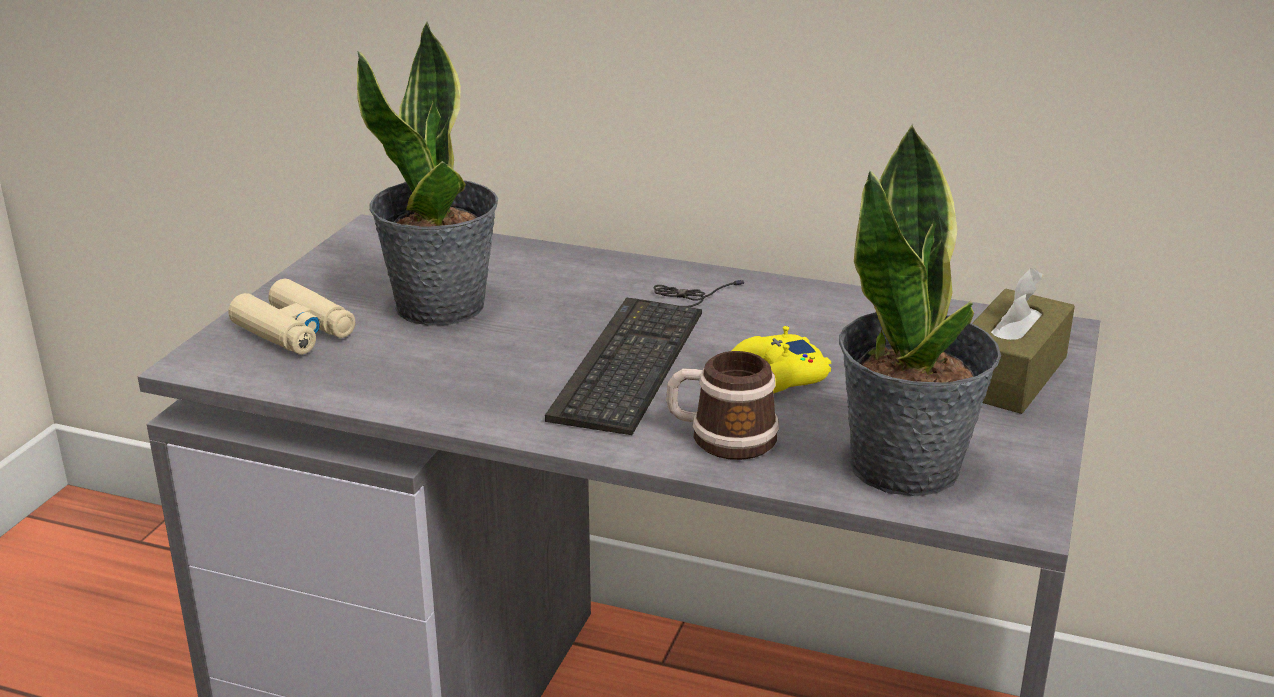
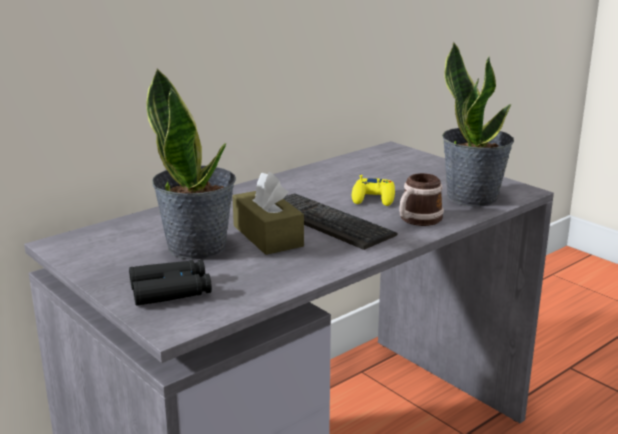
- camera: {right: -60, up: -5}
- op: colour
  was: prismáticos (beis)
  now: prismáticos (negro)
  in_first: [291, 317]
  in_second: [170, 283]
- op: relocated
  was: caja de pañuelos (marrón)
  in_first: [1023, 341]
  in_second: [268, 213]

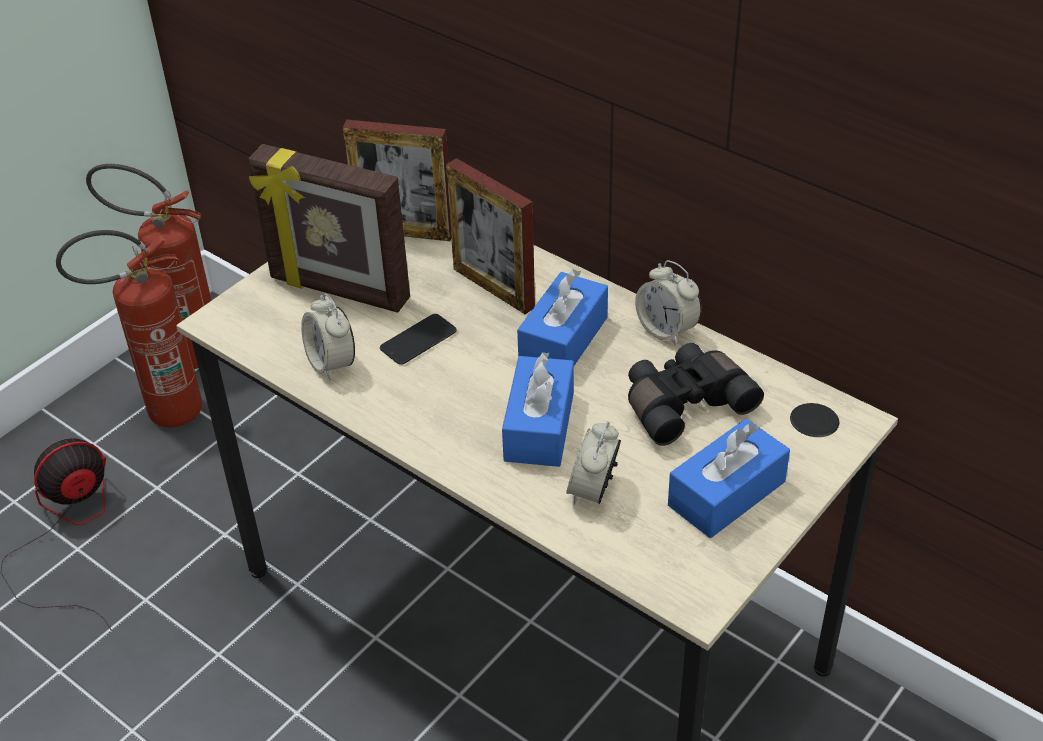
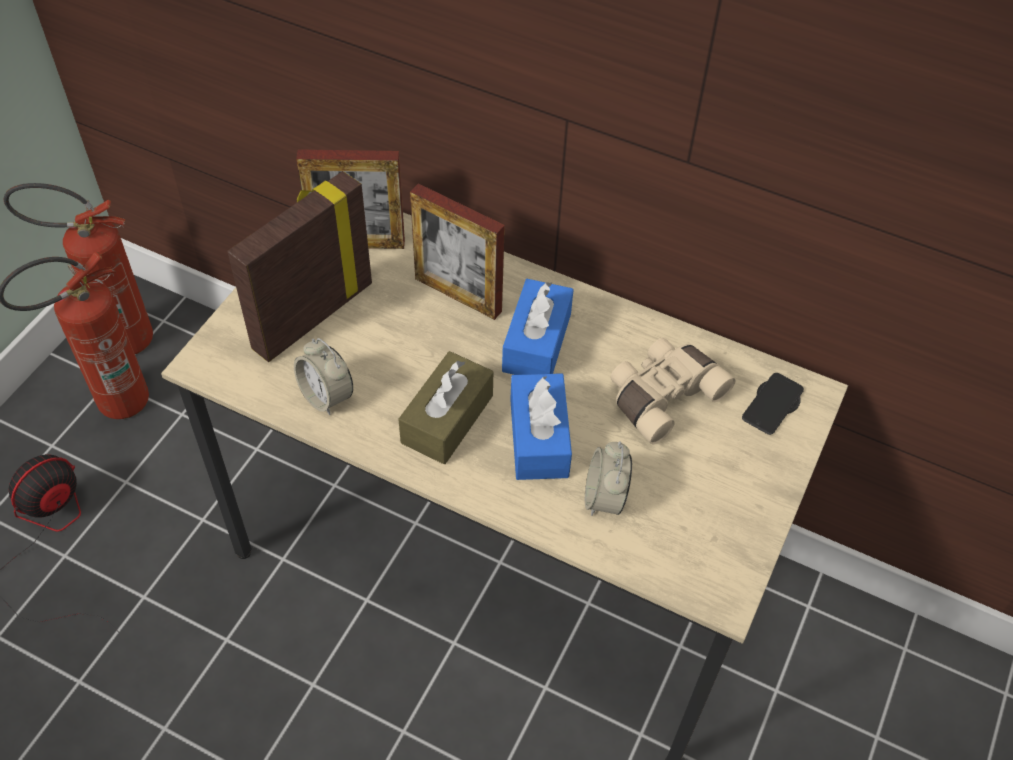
- camera: {right: -15, up: 10}
- op: spun
  was: portarretratos
  in_first: [329, 228]
  in_second: [299, 266]
  clockwise: 120
- op: relocated
  was: móvil
  in_first: [418, 339]
  in_second: [773, 404]
- op: colour
  was: prismáticos (negro)
  now: prismáticos (beis)
  in_first: [696, 394]
  in_second: [673, 391]
- op: missing
  was: despertador
  in_first: [668, 302]
- op: missing
  was: caja de pañuelos (azul)
  in_first: [729, 478]
- op: appeared
  now: caja de pañuelos (marrón)
  in_second: [445, 407]

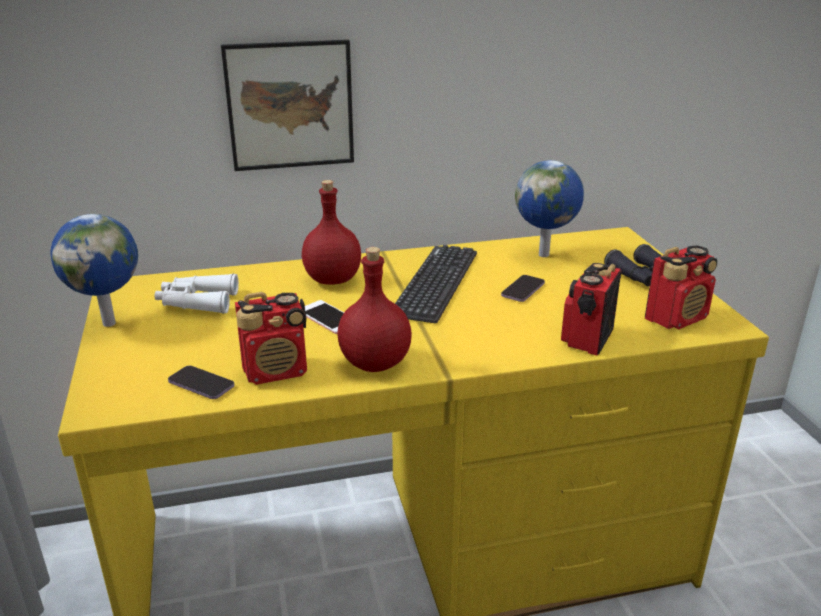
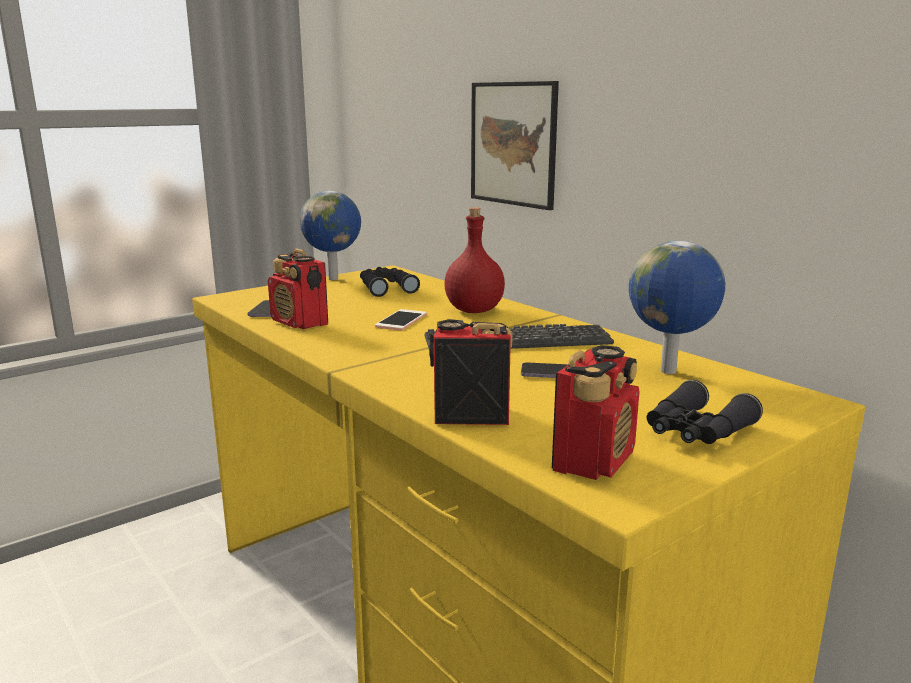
- camera: {right: 65, up: -10}
- op: colour
  was: prismáticos (blanco)
  now: prismáticos (negro)
  in_first: [197, 293]
  in_second: [390, 282]
- op: missing
  was: botella (rojo)
  in_first: [374, 309]
- op: spun
  was: radio
  in_first: [681, 287]
  in_second: [596, 412]
  clockwise: -90

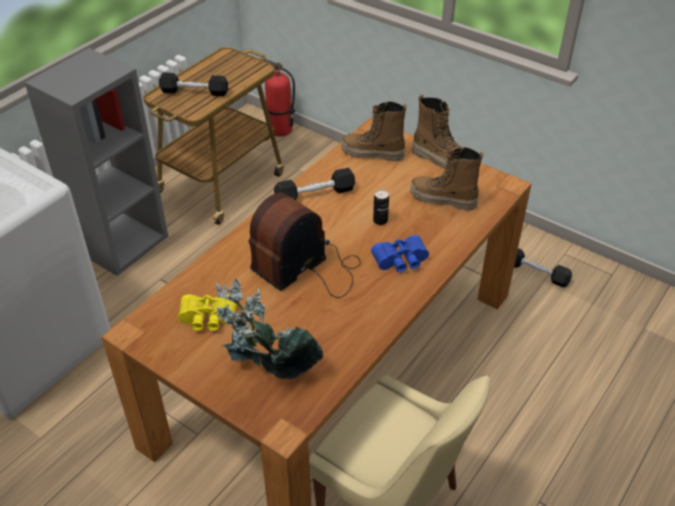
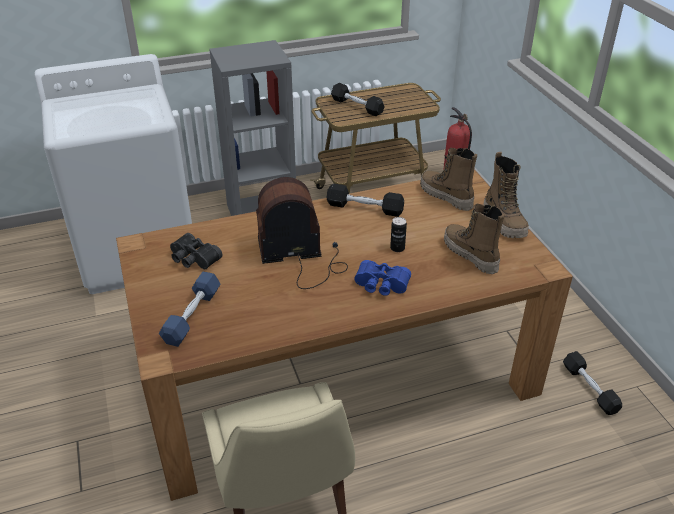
- camera: {right: 35, up: -5}
- op: colour
  was: prismáticos (amarillo)
  now: prismáticos (negro)
  in_first: [207, 312]
  in_second: [196, 251]
- op: exchanged
  was: planta en maceta
  now: mancuerna (azul)
  in_first: [269, 329]
  in_second: [189, 309]

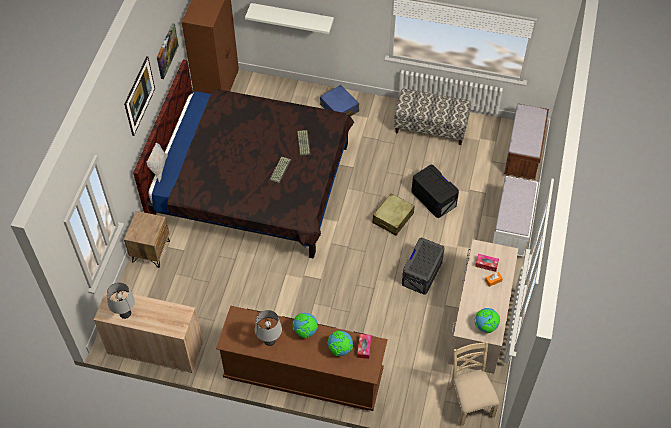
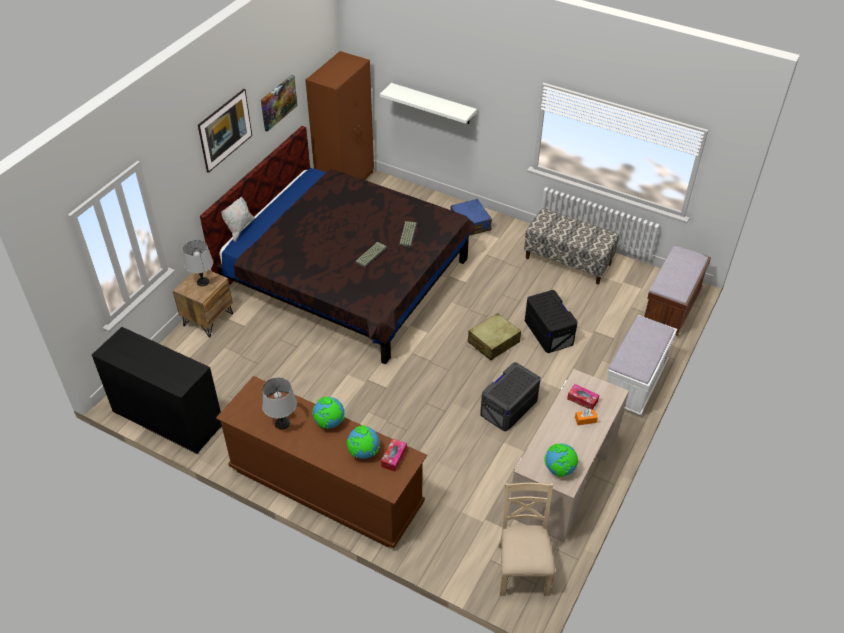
- camera: {right: 15, up: -10}
- op: colour
  was: armario (beis)
  now: armario (negro)
  in_first: [148, 331]
  in_second: [157, 390]
- op: relocated
  was: lámpara de mesa (gris)
  in_first: [121, 300]
  in_second: [198, 263]

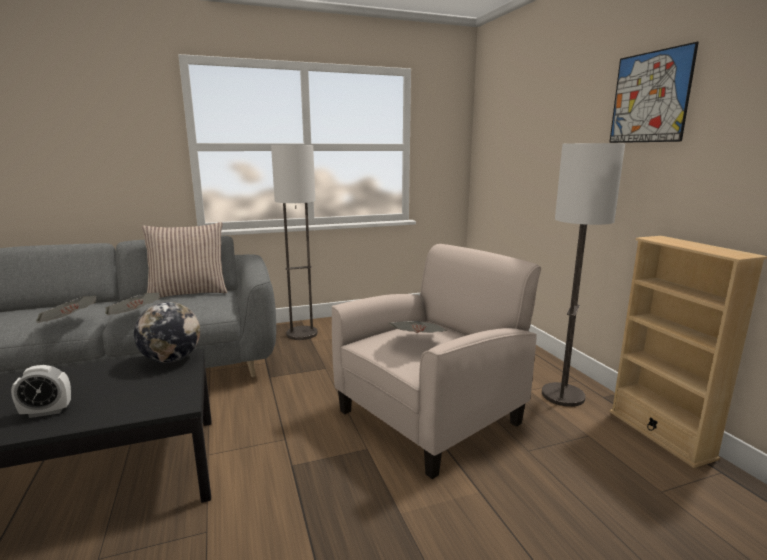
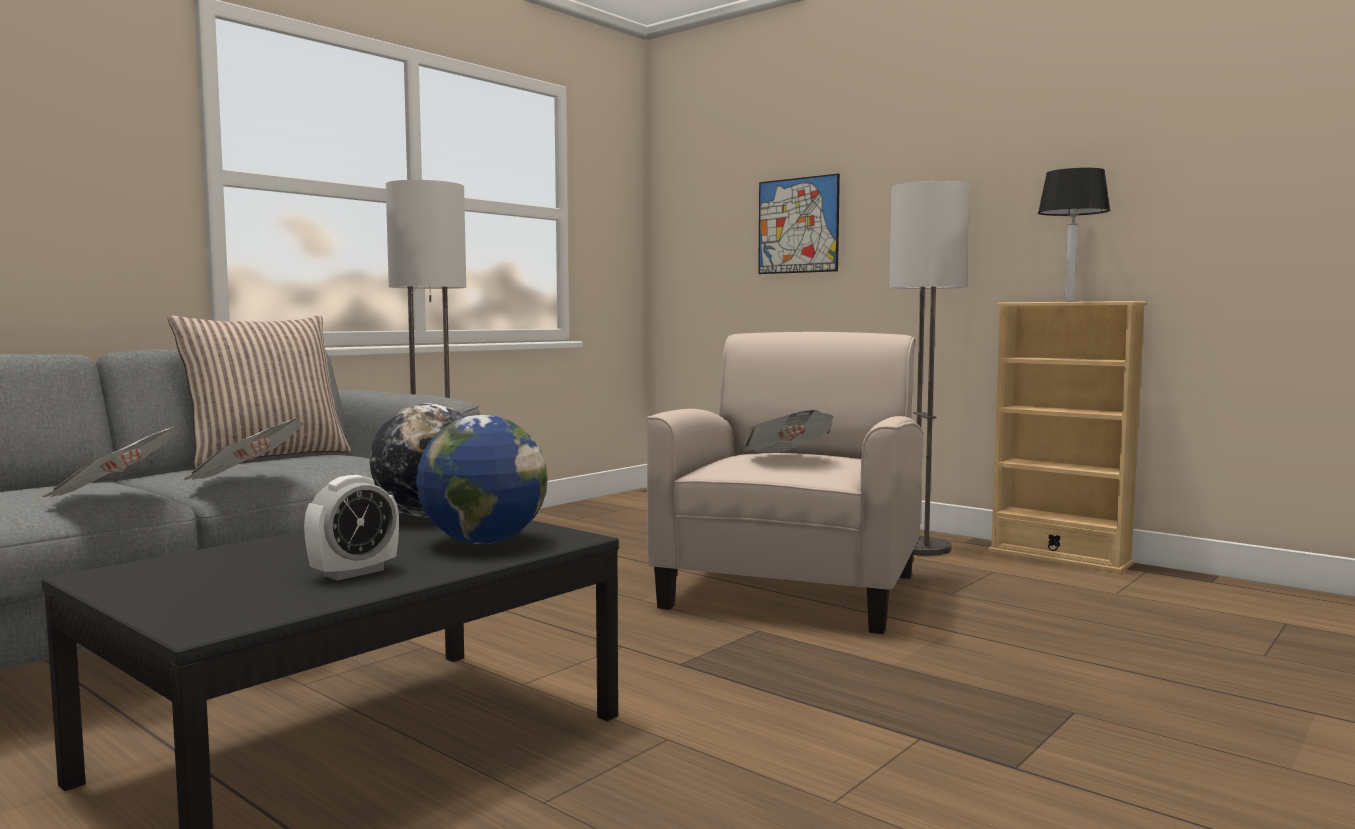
- camera: {right: -30, up: -10}
- op: relocated
  was: cuadro
  in_first: [654, 92]
  in_second: [799, 223]
- op: appeared
  now: globo terráqueo
  in_second: [482, 479]
- op: appeared
  now: lámpara de mesa
  in_second: [1074, 235]

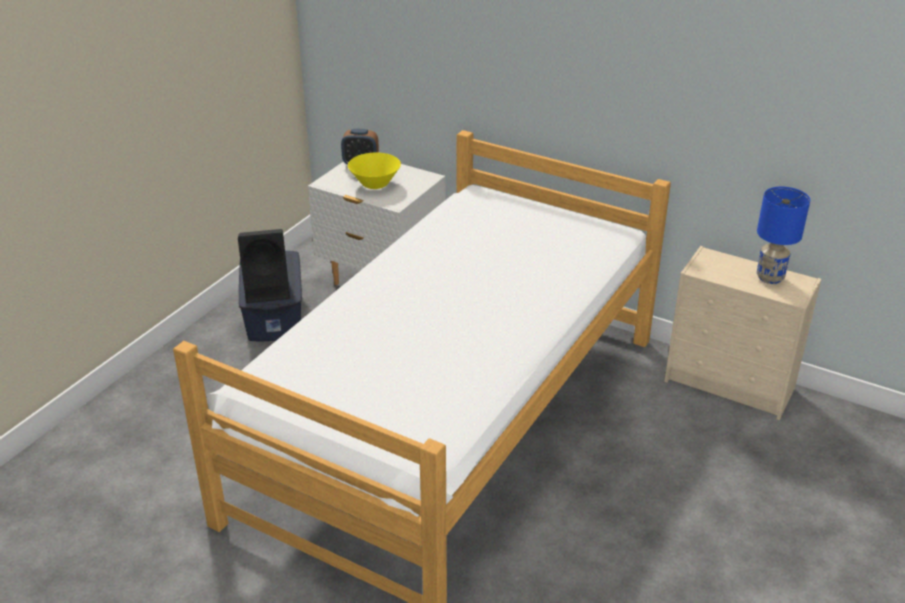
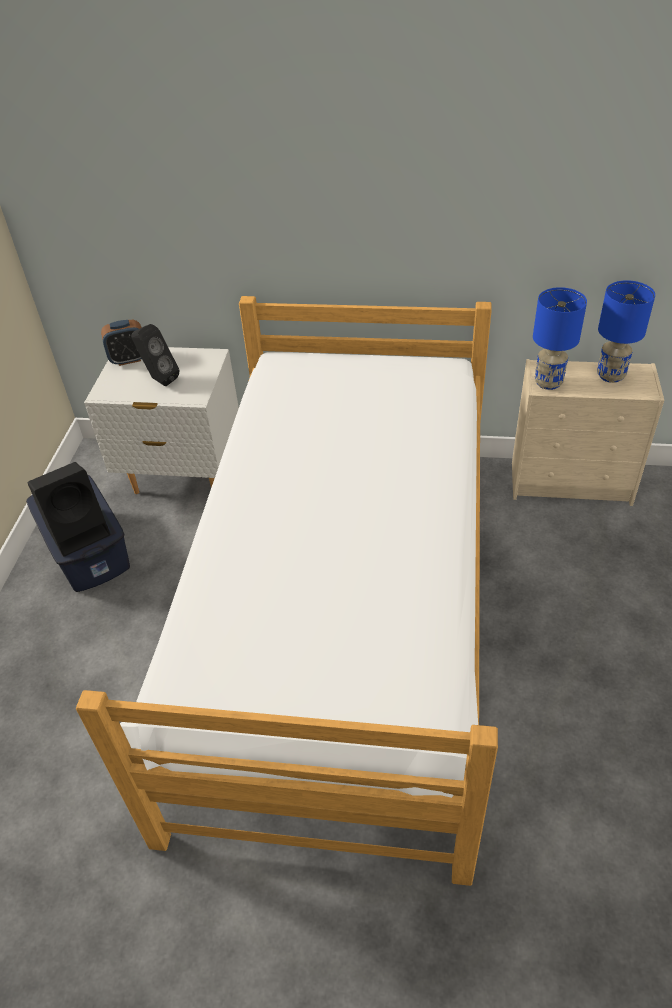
- camera: {right: -20, up: 10}
- op: exchanged
  was: cuenco (amarillo)
  now: altavoz (negro)
  in_first: [374, 171]
  in_second: [155, 355]
- op: appeared
  now: lámpara de mesa (azul)
  in_second: [560, 338]

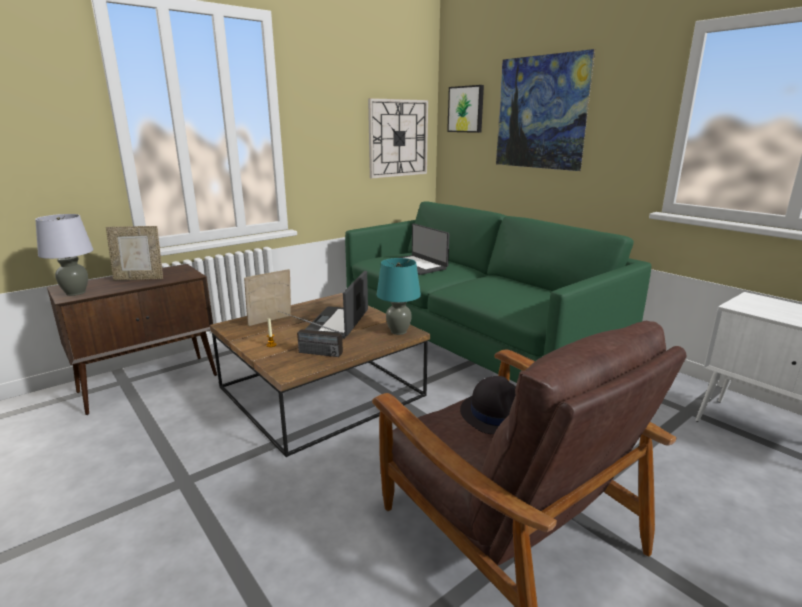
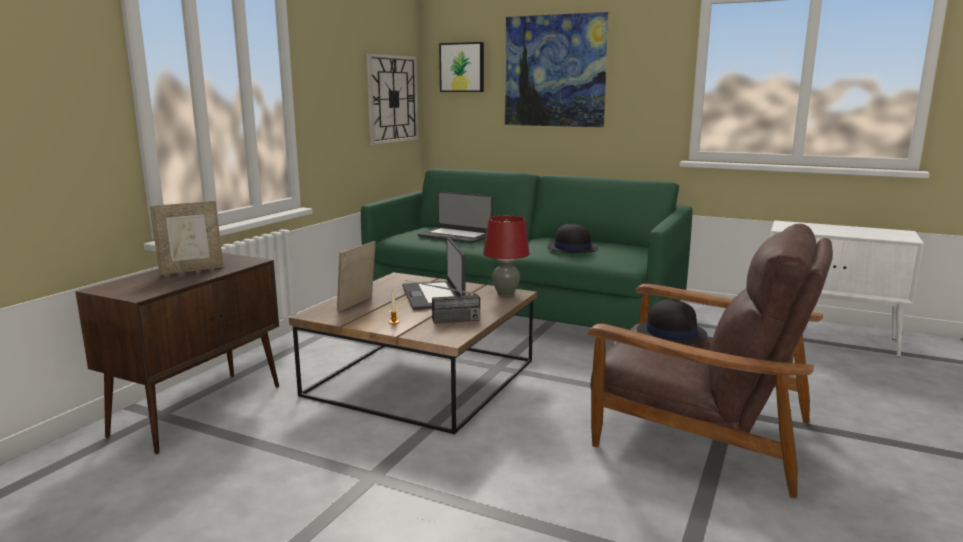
- camera: {right: -25, up: -5}
- op: missing
  was: lámpara de mesa (gris)
  in_first: [64, 255]
- op: colour
  was: lámpara de mesa (turquesa)
  now: lámpara de mesa (rojo)
  in_first: [399, 296]
  in_second: [506, 256]
- op: appeared
  now: sombrero (negro)
  in_second: [572, 238]

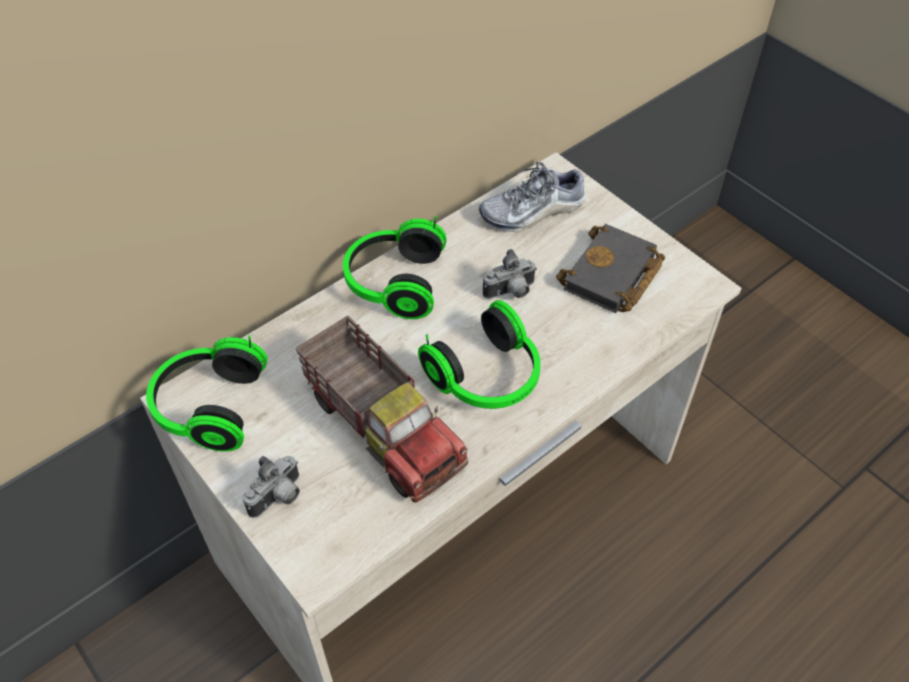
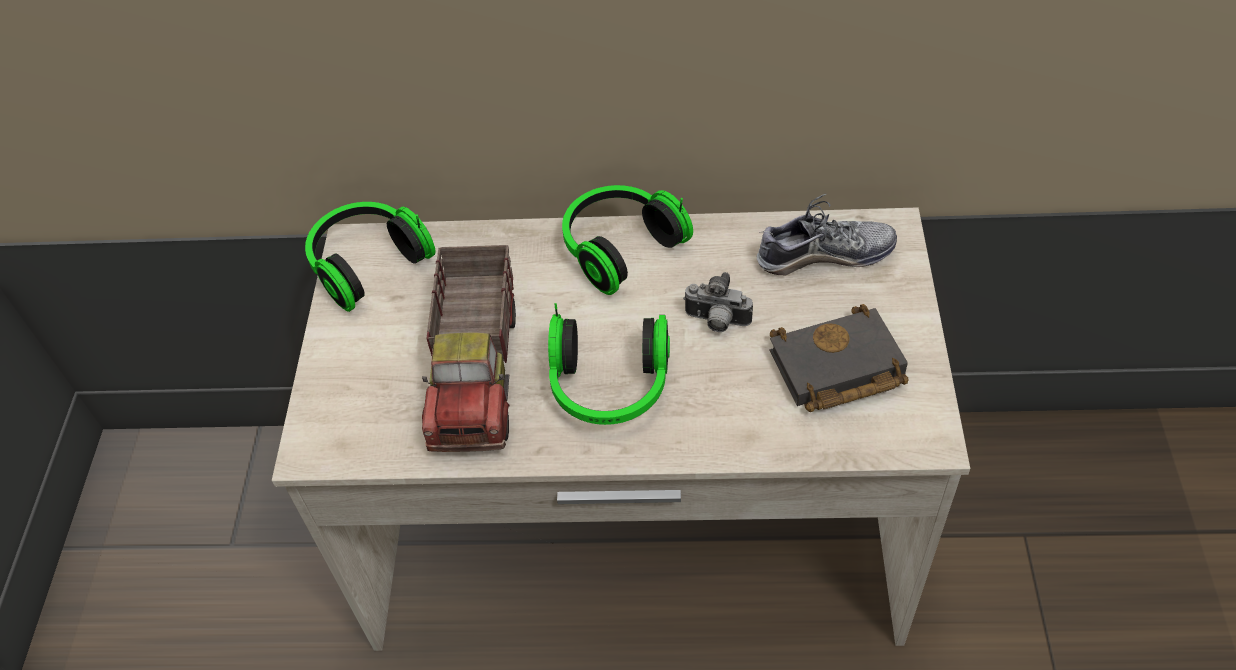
- camera: {right: 45, up: 0}
- op: missing
  was: cámara
  in_first: [271, 487]
- op: spun
  was: zapato
  in_first: [532, 197]
  in_second: [827, 234]
  clockwise: 150

